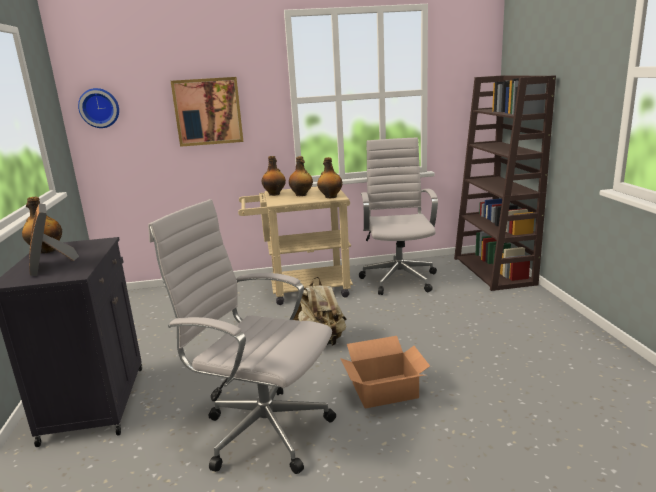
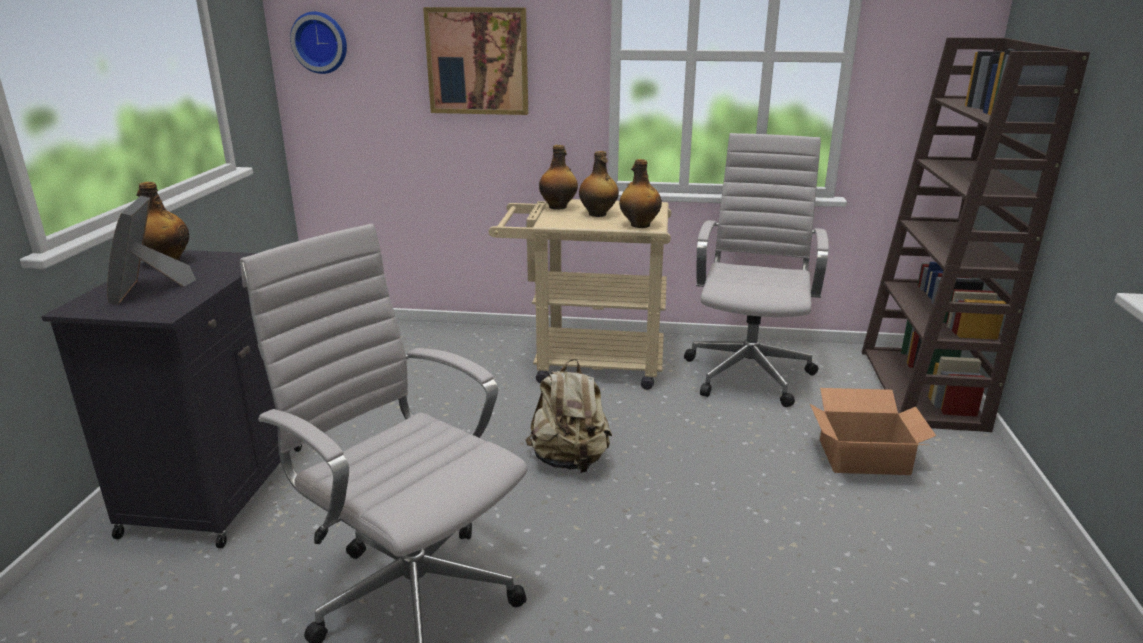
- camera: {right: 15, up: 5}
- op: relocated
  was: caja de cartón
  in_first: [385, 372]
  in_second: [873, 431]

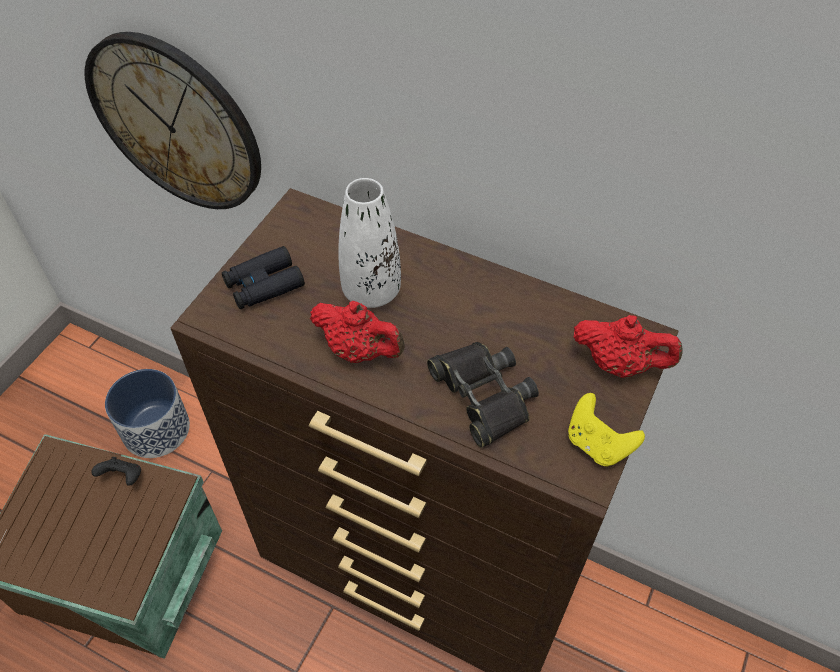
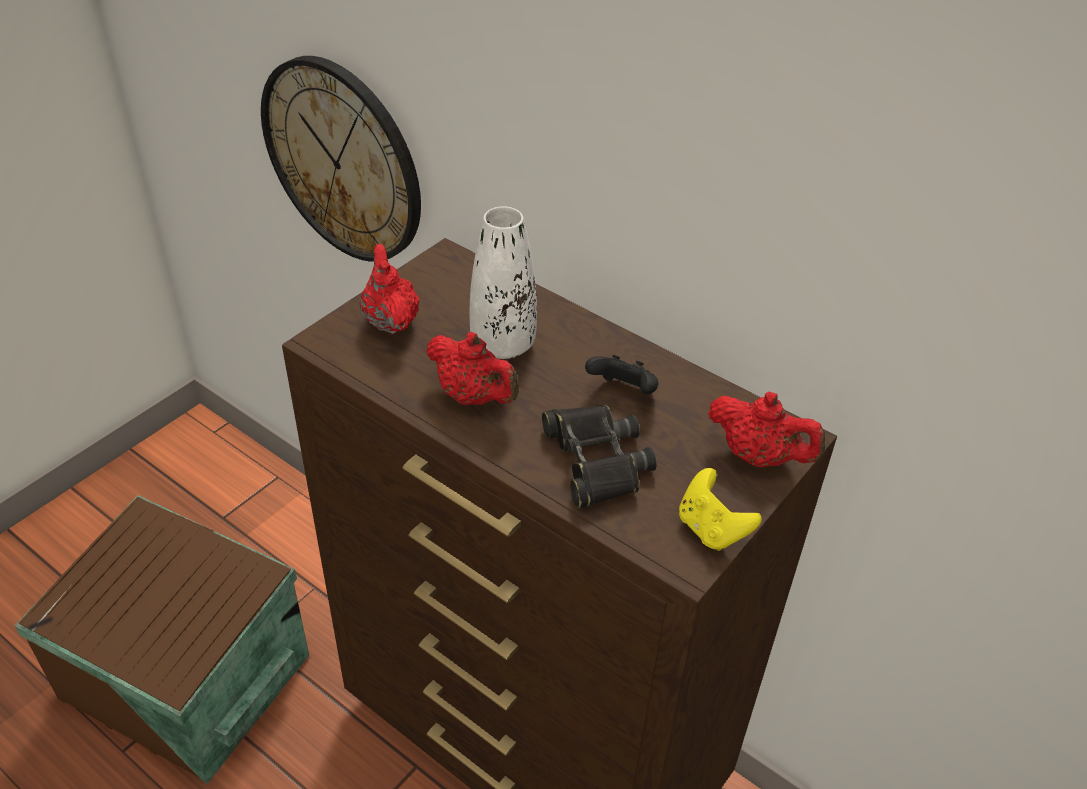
- camera: {right: 10, up: -10}
- op: relocated
  was: mando de consola (negro)
  in_first: [116, 471]
  in_second: [622, 374]
- op: missing
  was: maceta
  in_first: [147, 413]
- op: exchanged
  was: prismáticos (negro)
  now: tetera (rojo)
  in_first: [263, 277]
  in_second: [390, 289]

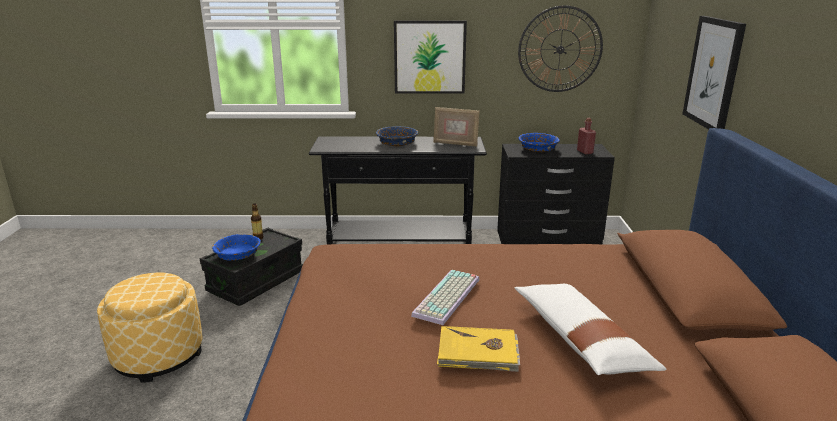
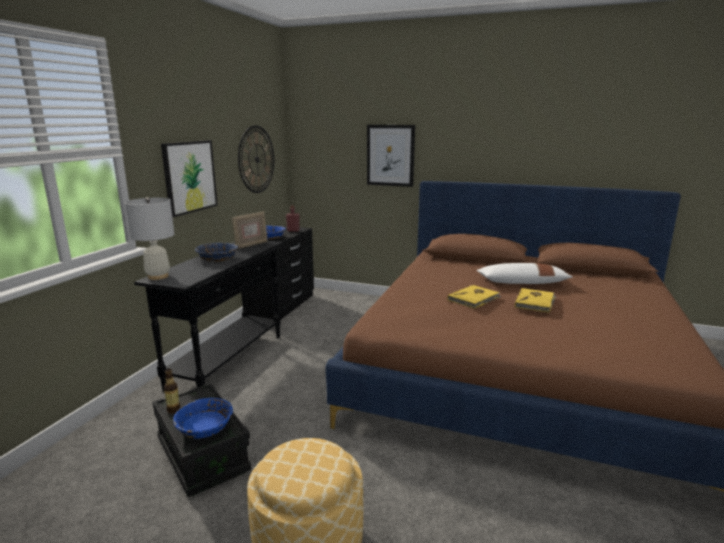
- camera: {right: -70, up: -5}
- op: exchanged
  was: teclado
  now: libro (amarillo)
  in_first: [445, 297]
  in_second: [475, 297]
- op: appeared
  now: lámpara de mesa (blanco)
  in_second: [149, 238]

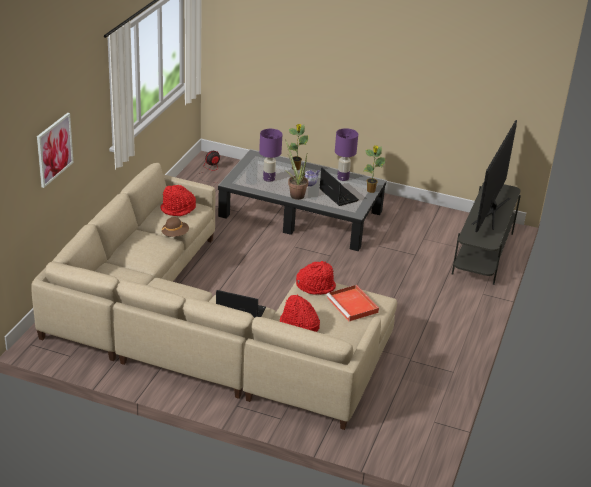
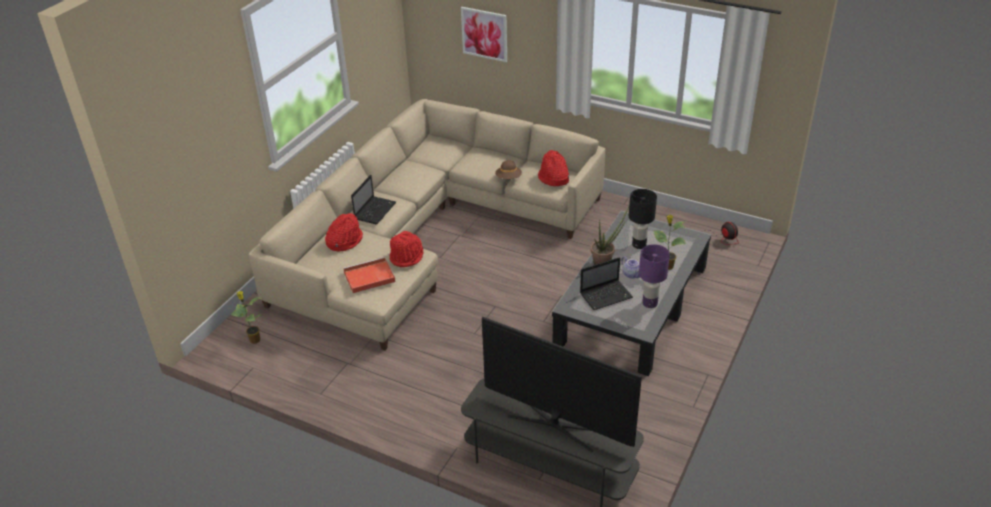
- camera: {right: 100, up: 5}
- op: colour
  was: lámpara de mesa (morado)
  now: lámpara de mesa (negro)
  in_first: [270, 155]
  in_second: [643, 219]
- op: relocated
  was: planta en maceta
  in_first: [374, 169]
  in_second: [246, 317]

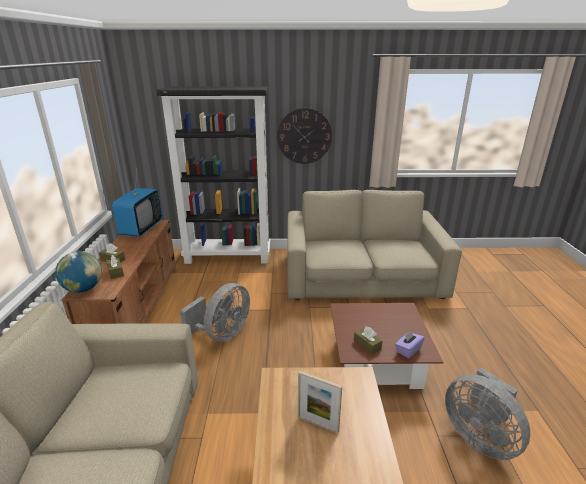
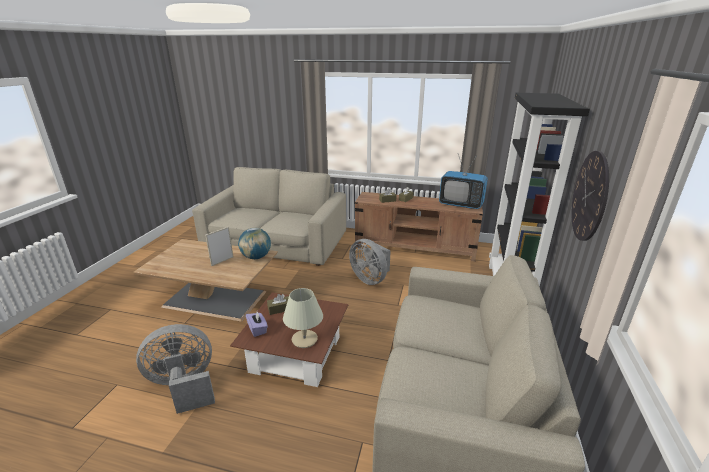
- camera: {right: 105, up: 0}
- op: relocated
  was: globo terráqueo
  in_first: [78, 272]
  in_second: [254, 243]
- op: appeared
  now: lámpara de mesa (beis)
  in_second: [303, 318]

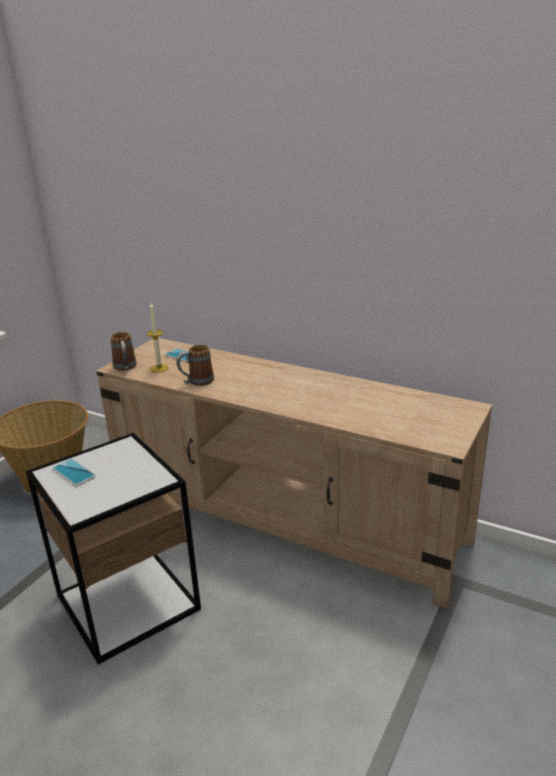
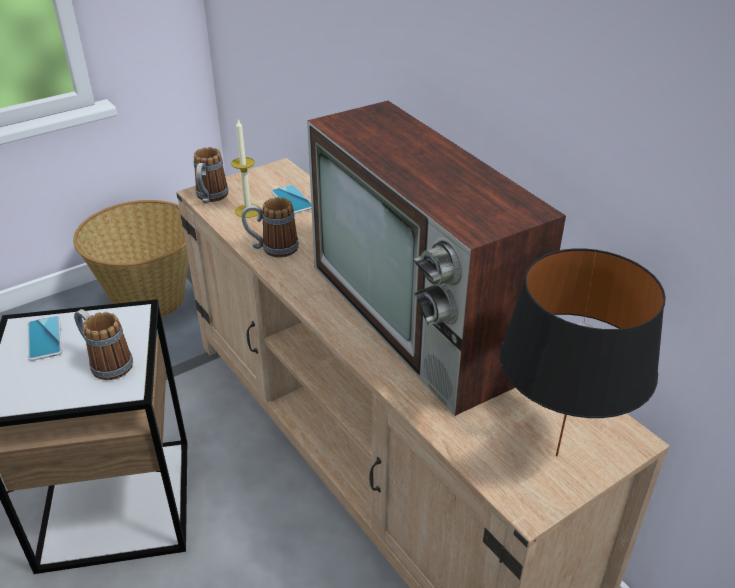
- camera: {right: 25, up: 10}
- op: appeared
  now: taza grande
  in_second: [103, 344]
- op: appeared
  now: televisor
  in_second: [436, 258]
- op: appeared
  now: lámpara de mesa (negro)
  in_second: [582, 352]

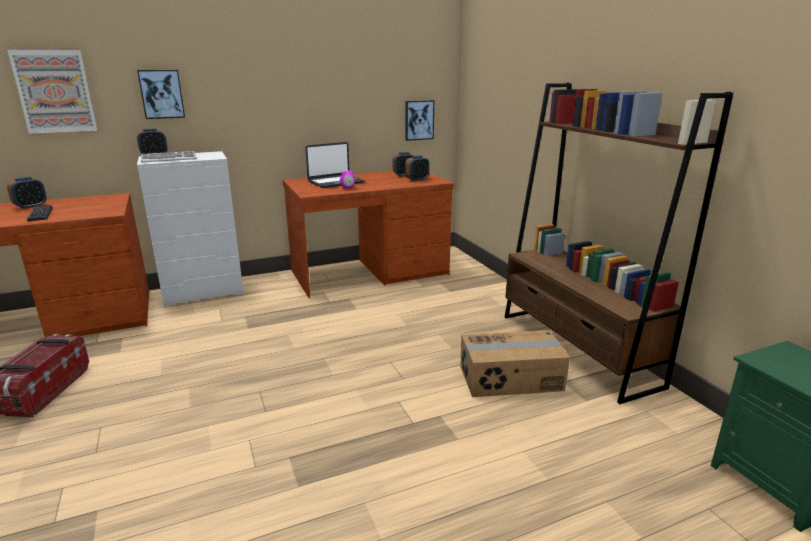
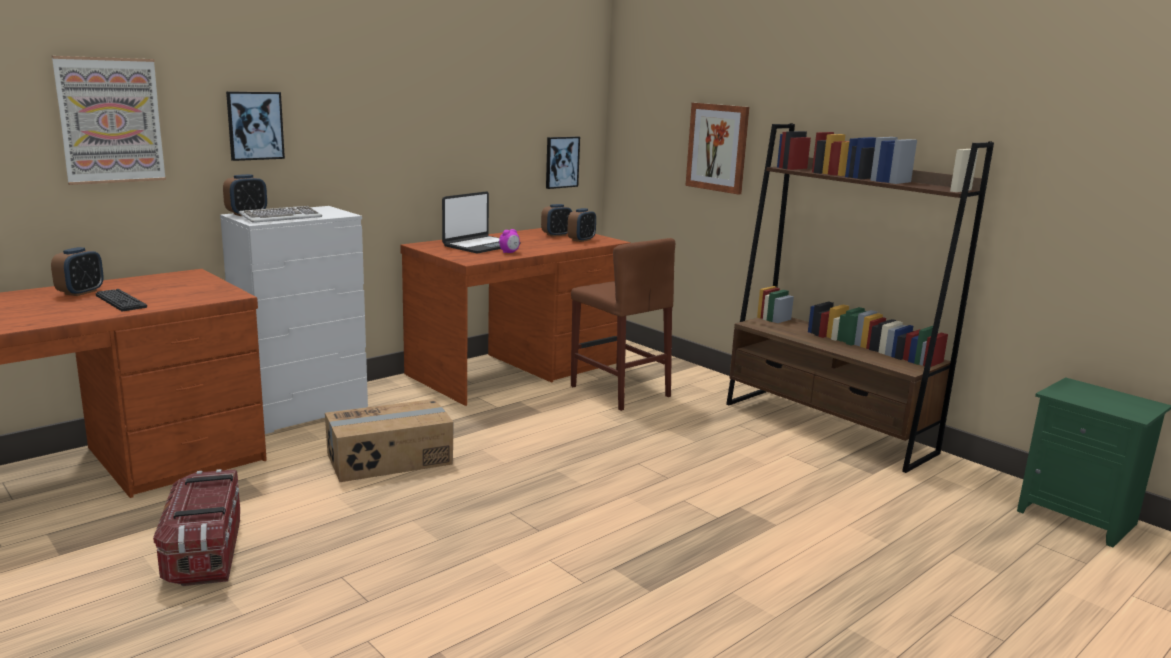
- camera: {right: -20, up: -5}
- op: relocated
  was: caja de cartón
  in_first: [515, 363]
  in_second: [389, 440]
- op: appeared
  now: taburete (marrón)
  in_second: [623, 324]
- op: appeared
  now: cuadro
  in_second: [717, 149]

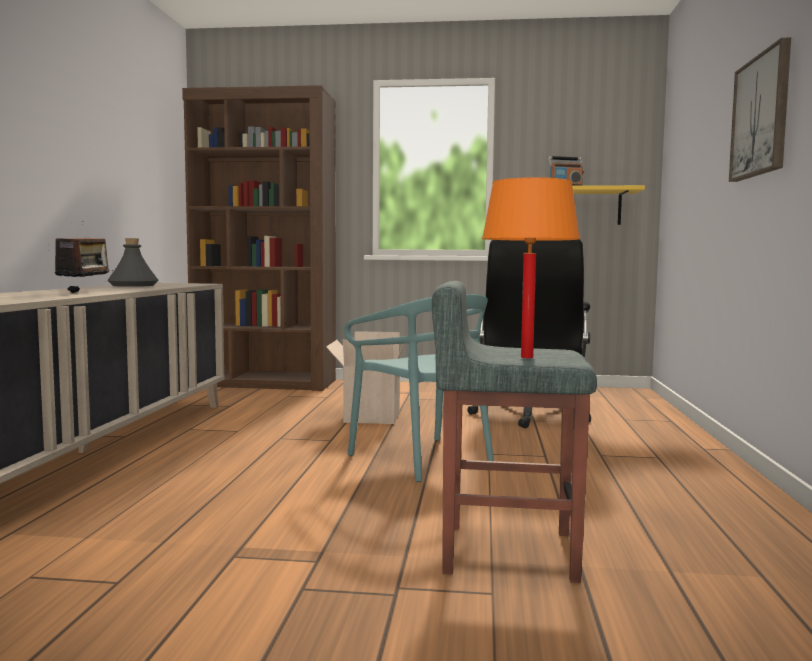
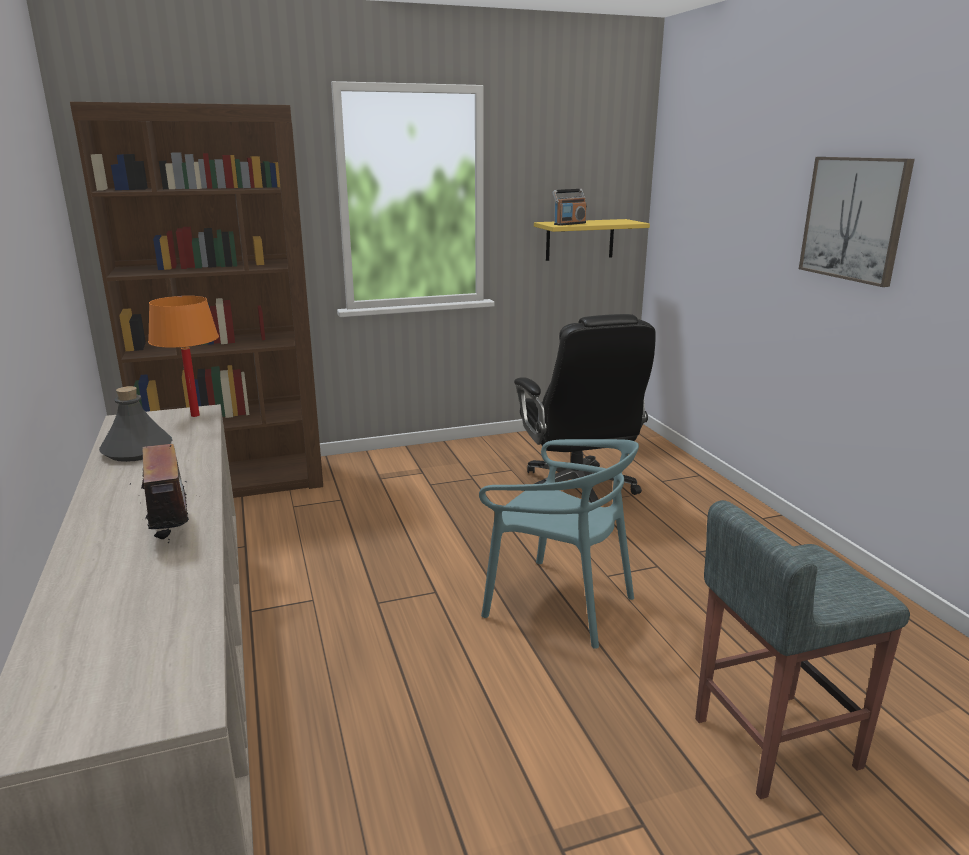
- camera: {right: -25, up: 15}
- op: missing
  was: caja de cartón
  in_first: [365, 377]
- op: relocated
  was: lámpara de mesa (naranja)
  in_first: [531, 267]
  in_second: [183, 356]

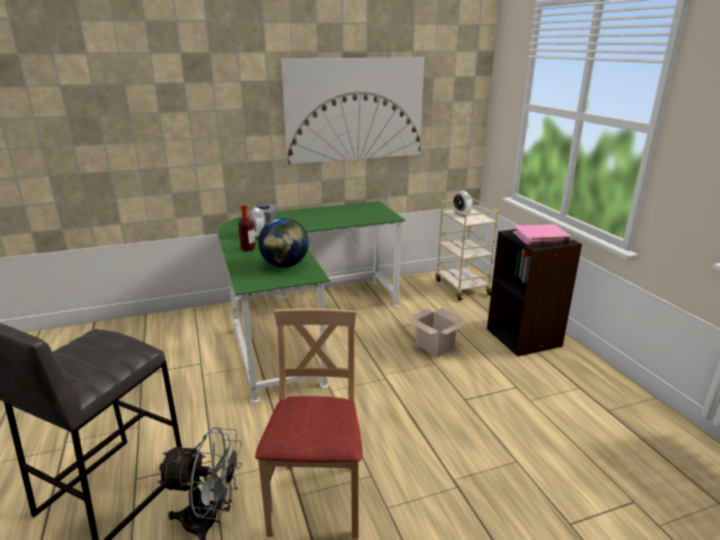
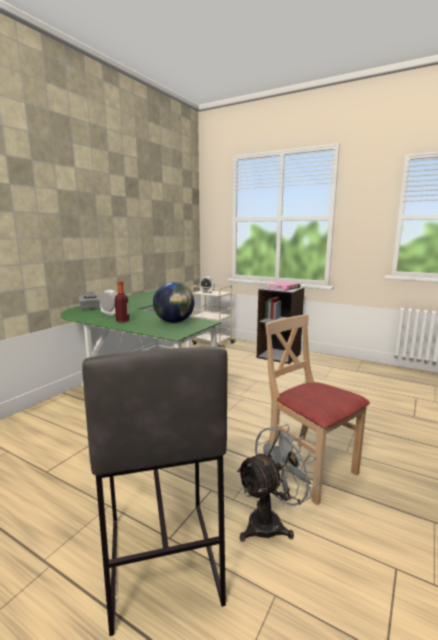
- camera: {right: -40, up: -10}
- op: missing
  was: cuadro
  in_first: [352, 110]
- op: missing
  was: caja de cartón
  in_first: [437, 333]

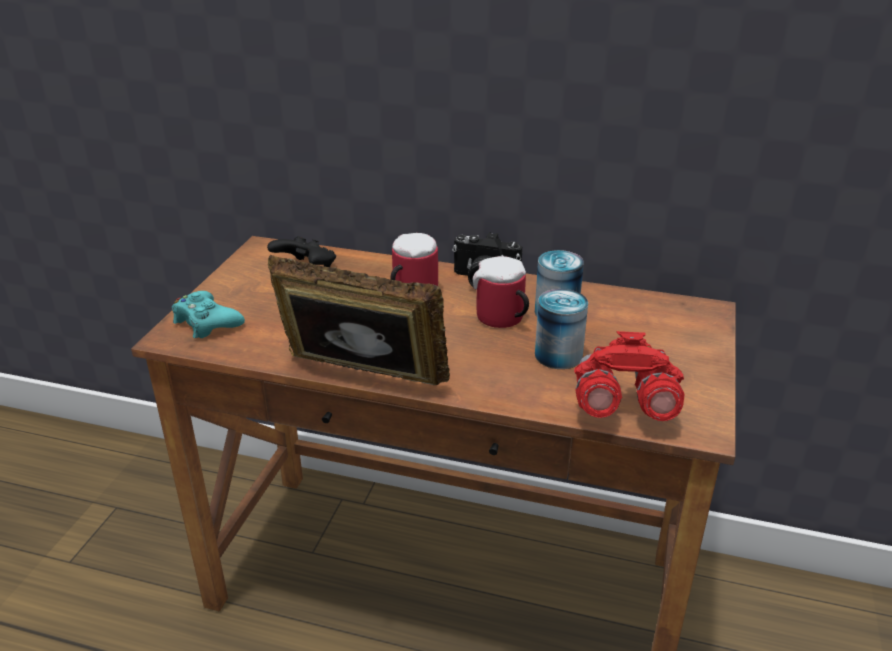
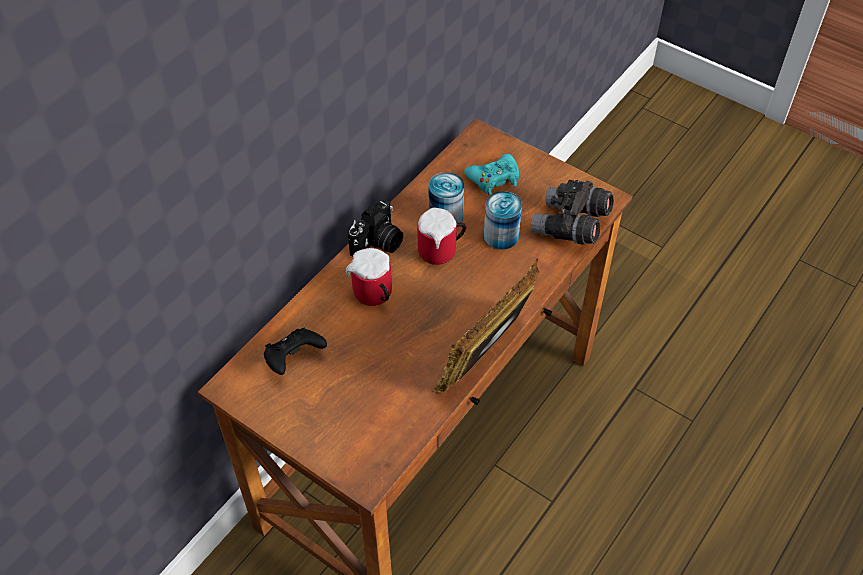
- camera: {right: -70, up: 20}
- op: relocated
  was: mando de consola (turquesa)
  in_first: [208, 314]
  in_second: [491, 174]
- op: colour
  was: prismáticos (rojo)
  now: prismáticos (gris)
  in_first: [629, 376]
  in_second: [572, 212]

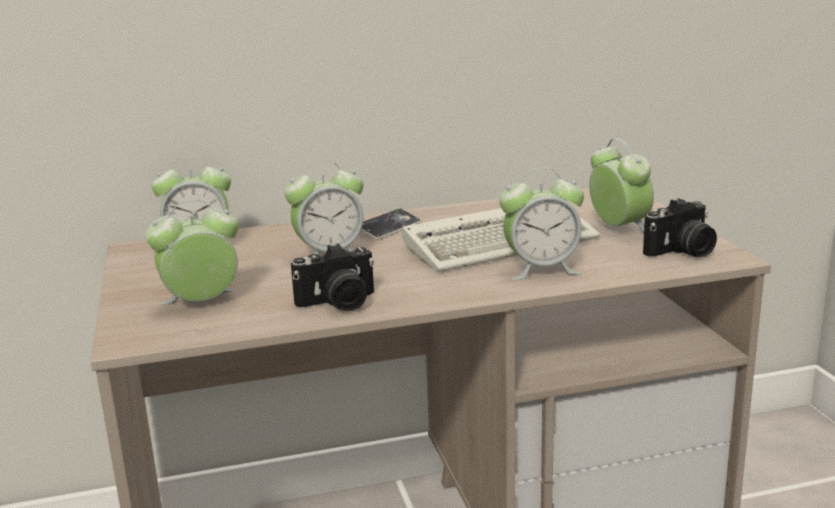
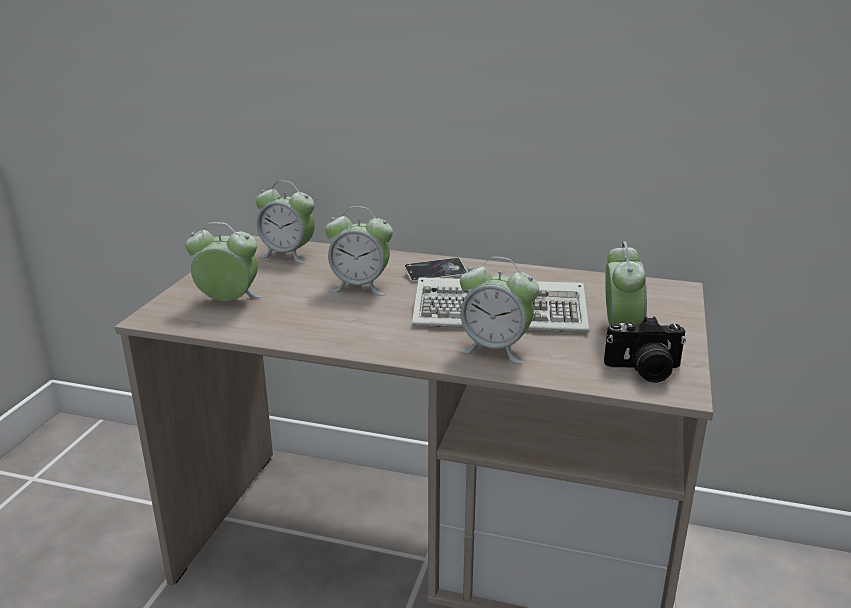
- camera: {right: 30, up: 5}
- op: missing
  was: cámara
  in_first: [333, 277]

